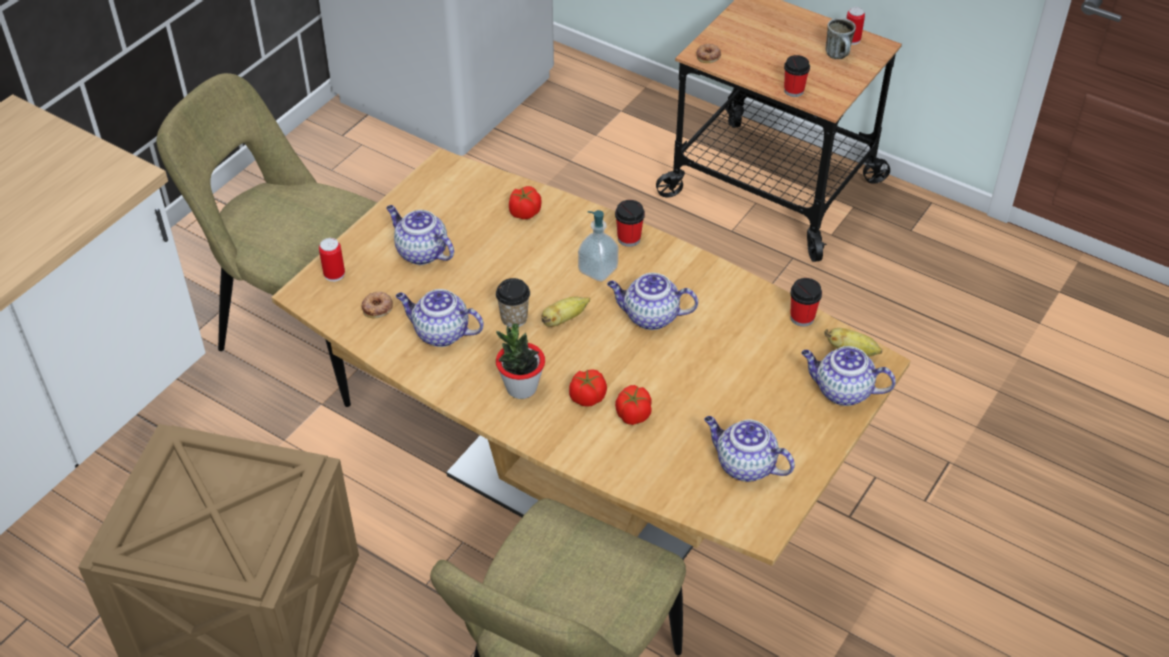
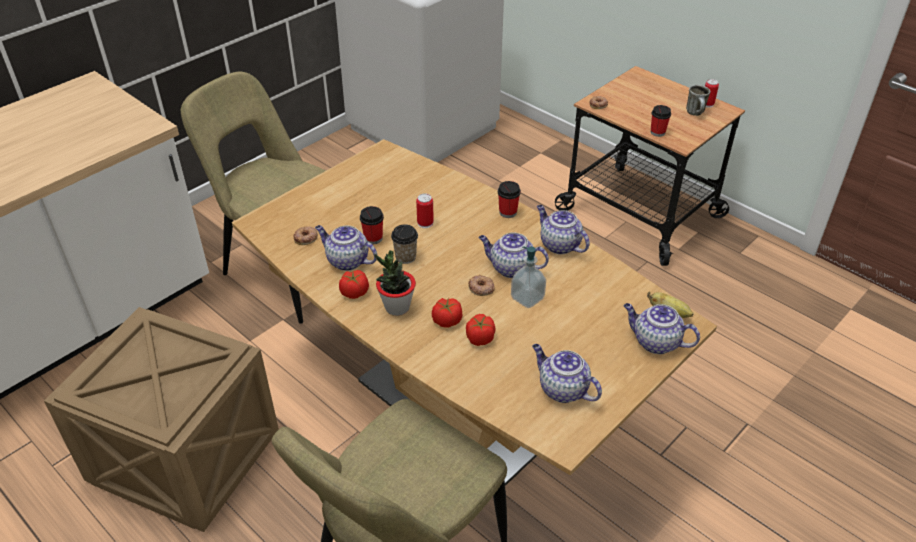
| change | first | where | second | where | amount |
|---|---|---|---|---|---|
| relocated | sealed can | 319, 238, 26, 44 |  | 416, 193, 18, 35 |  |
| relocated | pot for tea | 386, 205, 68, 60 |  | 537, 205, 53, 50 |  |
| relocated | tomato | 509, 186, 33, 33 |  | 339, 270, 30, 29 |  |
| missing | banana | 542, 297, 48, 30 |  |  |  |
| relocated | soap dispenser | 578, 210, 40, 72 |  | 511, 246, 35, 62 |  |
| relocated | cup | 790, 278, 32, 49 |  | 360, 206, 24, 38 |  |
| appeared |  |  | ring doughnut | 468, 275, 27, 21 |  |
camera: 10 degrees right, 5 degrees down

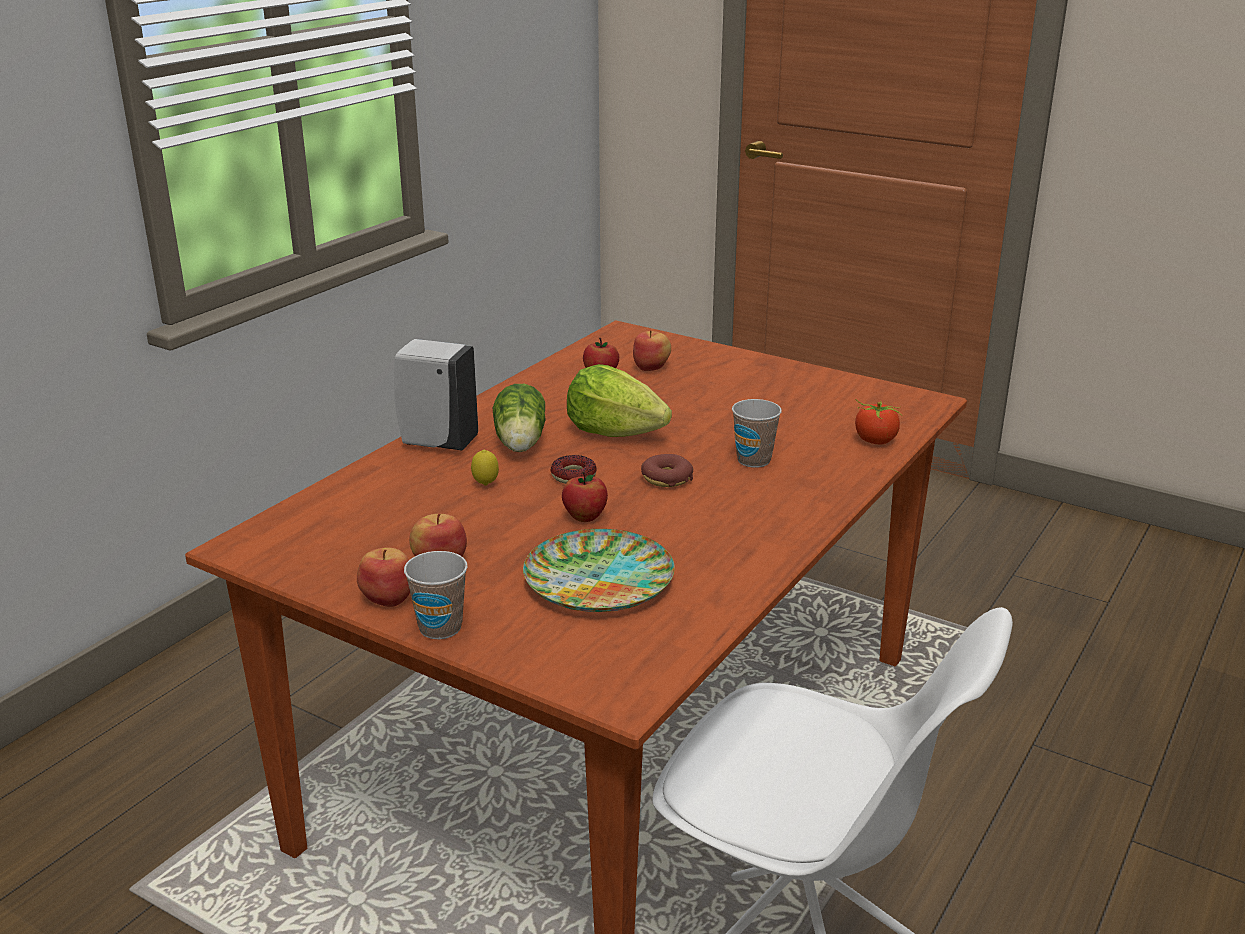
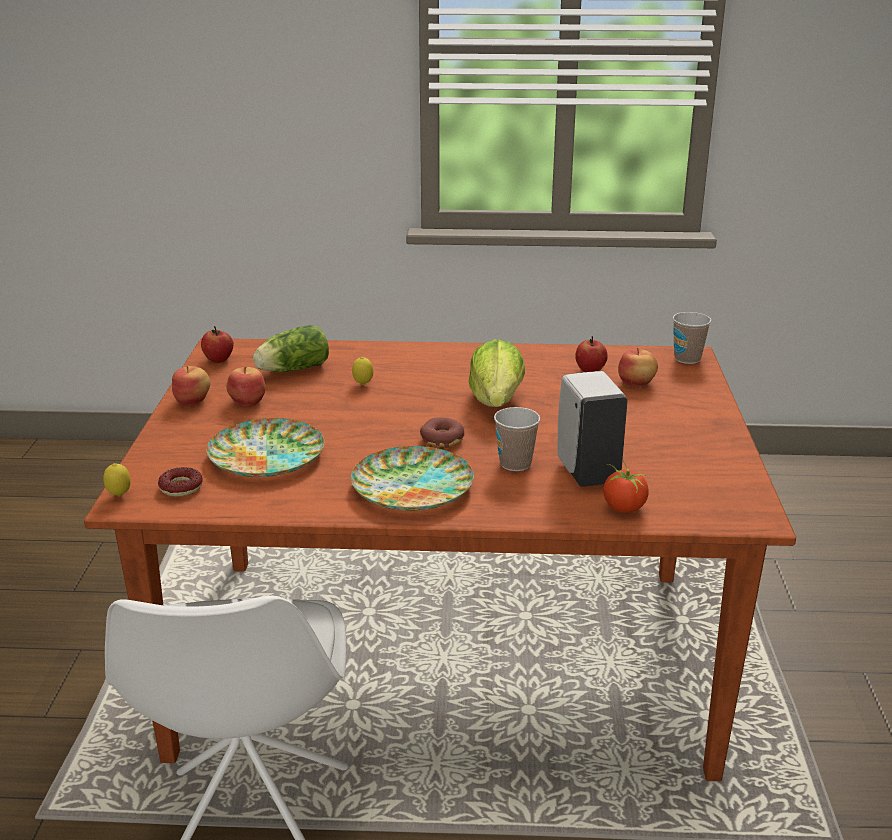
| change | first | where | second | where | amount |
|---|---|---|---|---|---|
| relocated | soap dispenser (whitish) | 394, 339, 84, 112 |  | 558, 371, 70, 116 |  |
| relocated | cup | 404, 551, 64, 88 |  | 673, 312, 38, 52 |  |
| relocated | lettuce head | 493, 384, 53, 68 |  | 253, 325, 76, 47 |  |
| relocated | ring doughnut | 550, 455, 47, 29 |  | 158, 467, 45, 29 |  |
| relocated | apple | 562, 471, 46, 51 |  | 201, 326, 33, 37 |  |
| appeared |  |  | whole lemon | 103, 463, 28, 33 |  |
| appeared |  |  | flat dish | 351, 446, 123, 65 |  |
camera: 60 degrees right, 0 degrees up

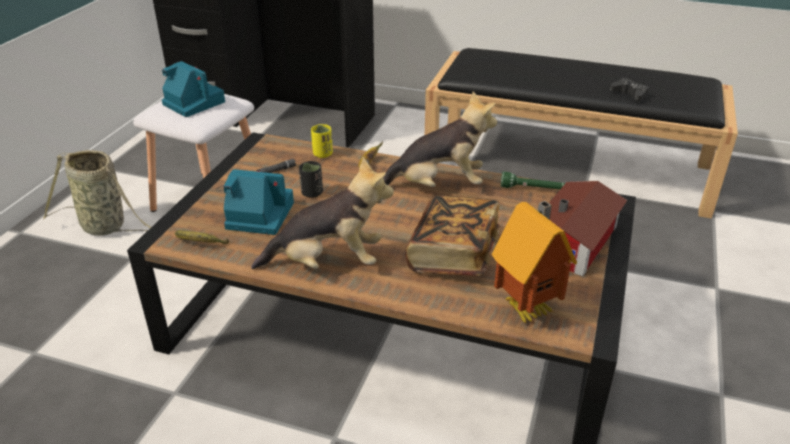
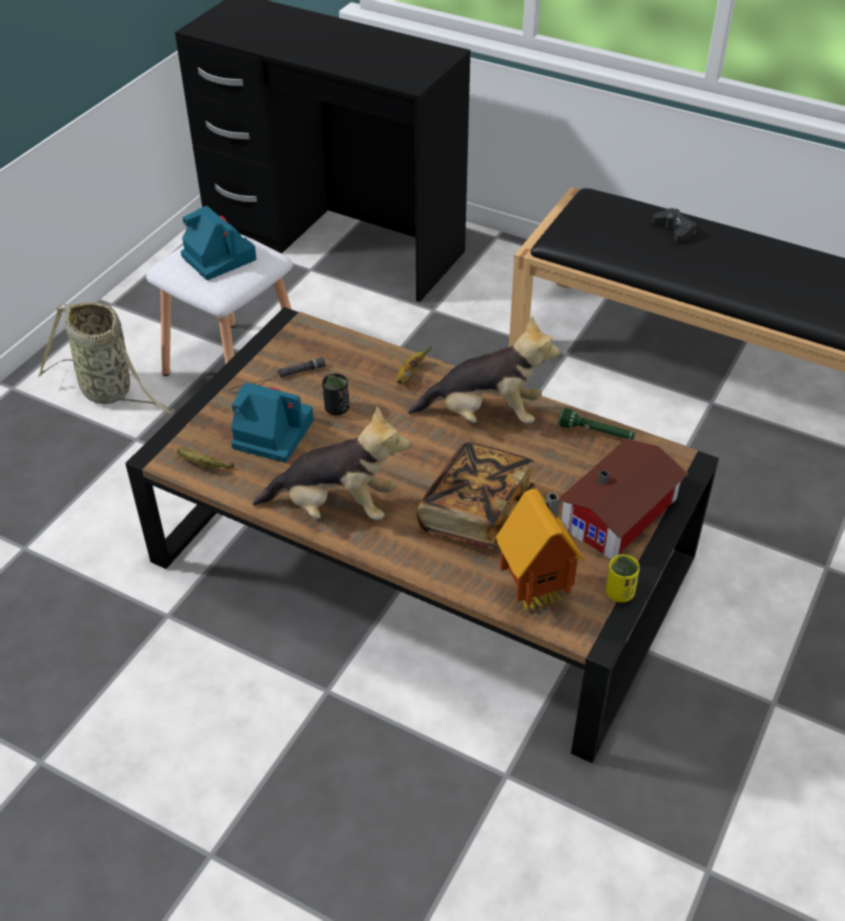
| change | first | where | second | where | amount |
|---|---|---|---|---|---|
| relocated | cup (yellow-coloured) | 311, 124, 22, 34 |  | 606, 554, 34, 48 |  |
| relocated | game controller (black) | 610, 78, 39, 23 |  | 652, 208, 44, 34 |  |
camera: 10 degrees right, 10 degrees up

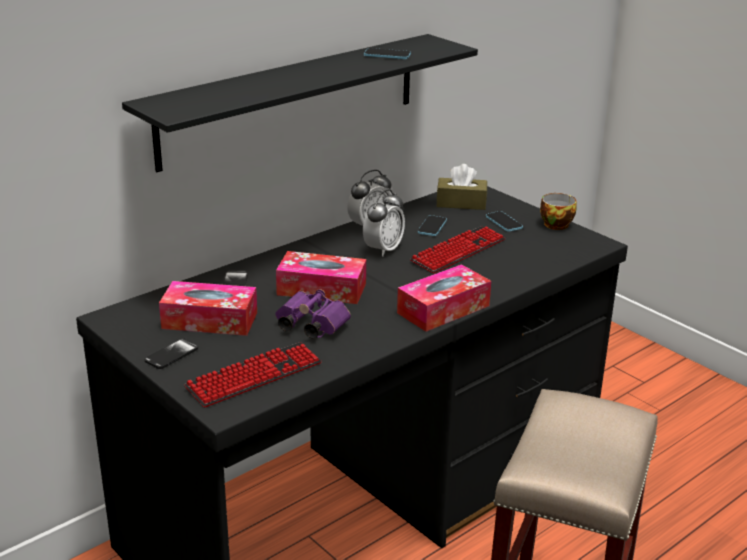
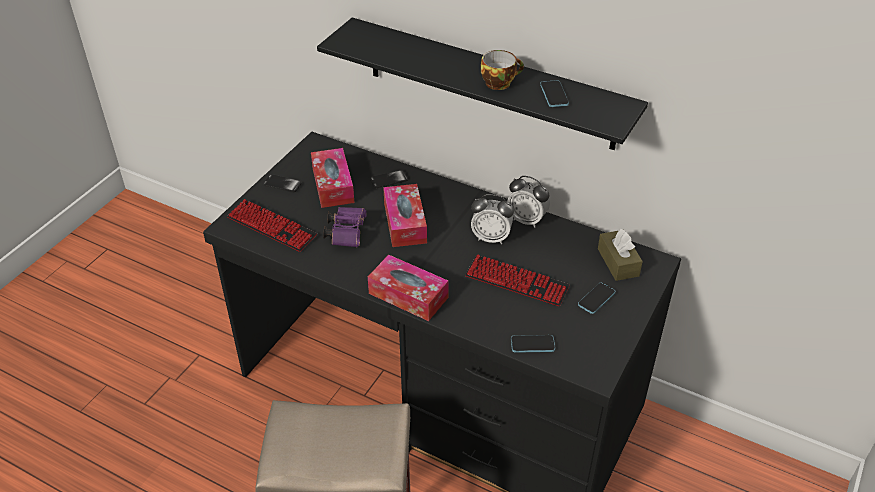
| change | first | where | second | where | amount |
|---|---|---|---|---|---|
| relocated | telephone | 418, 215, 29, 21 |  | 511, 335, 44, 18 |  |
| relocated | cup | 540, 193, 36, 37 |  | 481, 50, 43, 40 |  |
camera: 70 degrees right, 15 degrees up

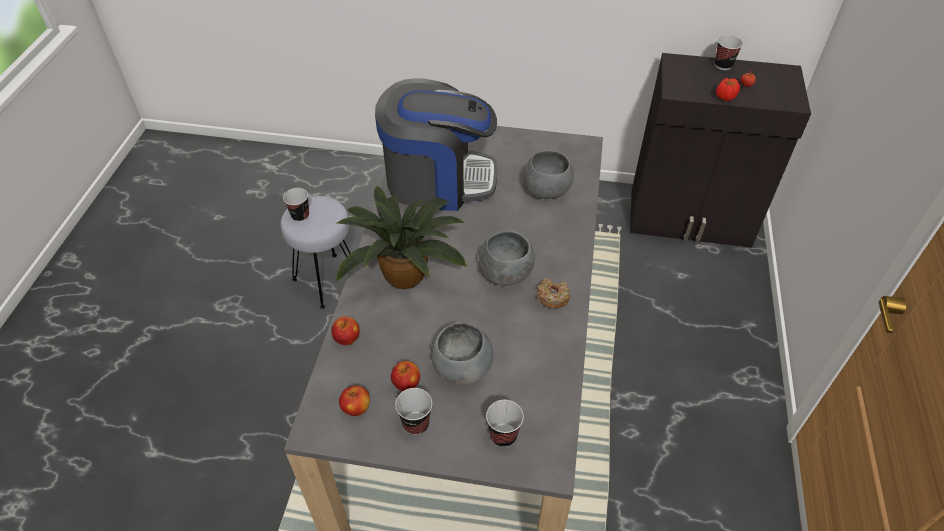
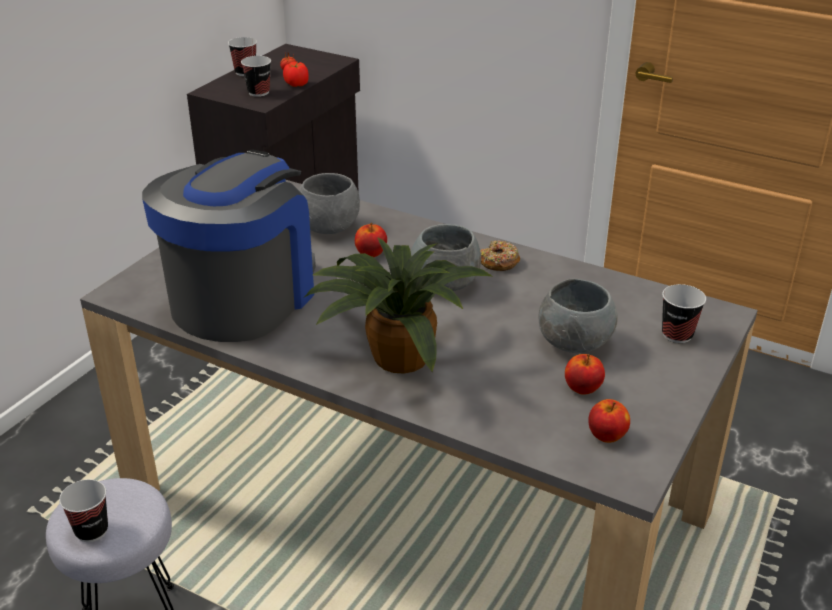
| change | first | where | second | where | amount |
|---|---|---|---|---|---|
| relocated | apple | 331, 316, 29, 29 |  | 355, 223, 32, 34 |  |
| relocated | cup | 395, 388, 37, 47 |  | 241, 56, 30, 41 |  |
camera: 70 degrees left, 15 degrees down

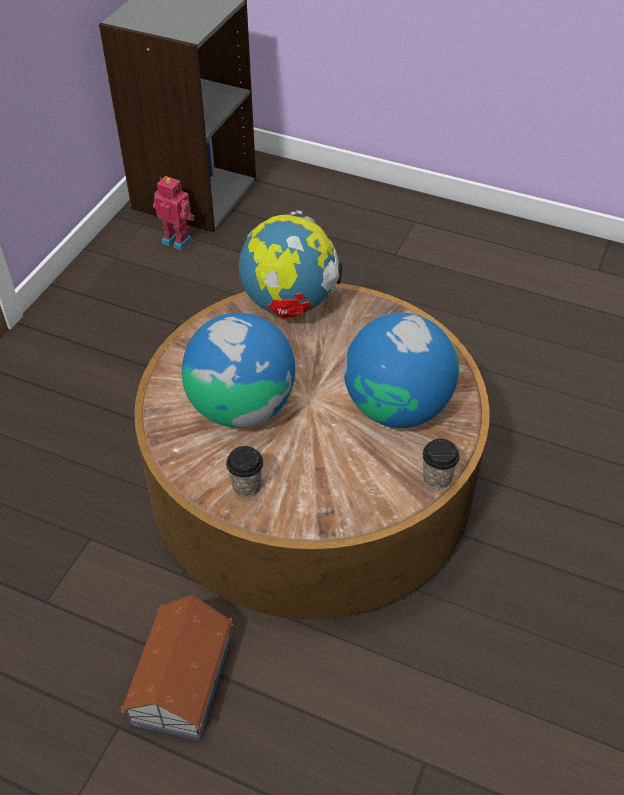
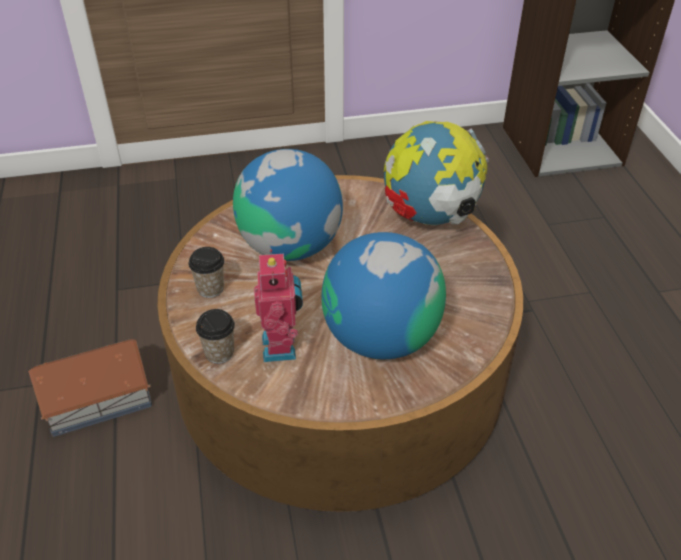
| change | first | where | second | where | amount |
|---|---|---|---|---|---|
| relocated | toy robot | 153, 176, 42, 74 |  | 254, 249, 49, 113 |  |
| relocated | cup | 423, 439, 37, 50 |  | 196, 309, 39, 55 |  |
camera: 55 degrees right, 5 degrees down

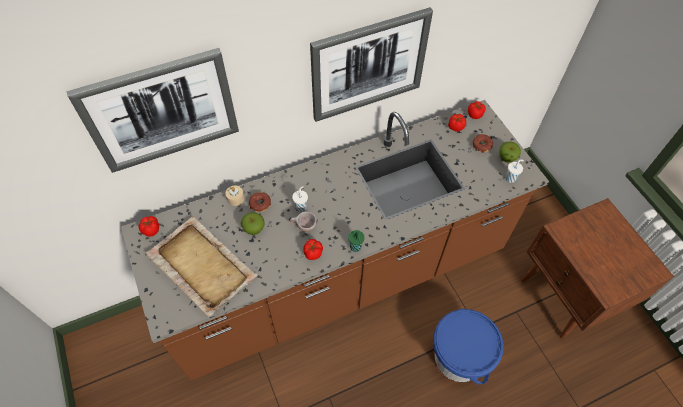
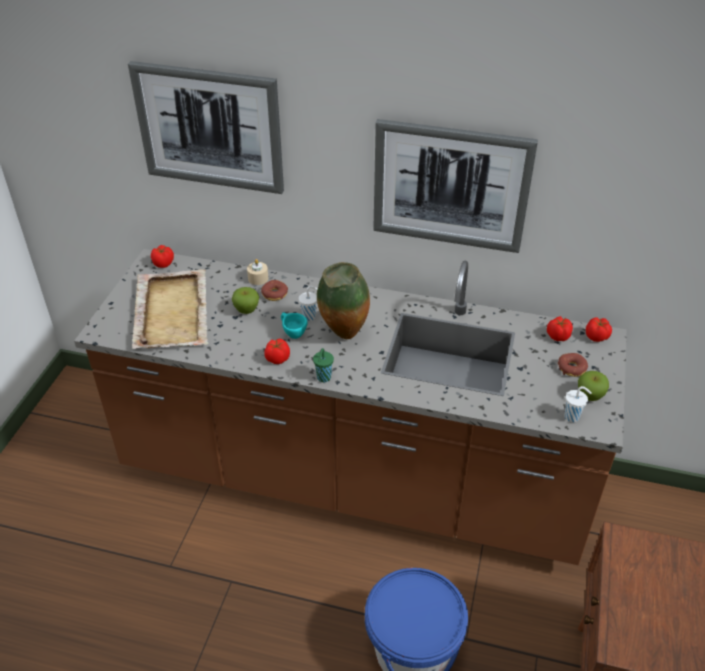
| change | first | where | second | where | amount |
|---|---|---|---|---|---|
| colour | cup (beige-coloured) | 290, 212, 27, 20 | cup (turquoise-coloured) | 281, 313, 27, 26 |  |
| appeared |  |  | vase | 317, 262, 53, 77 |  |
camera: 40 degrees right, 15 degrees down

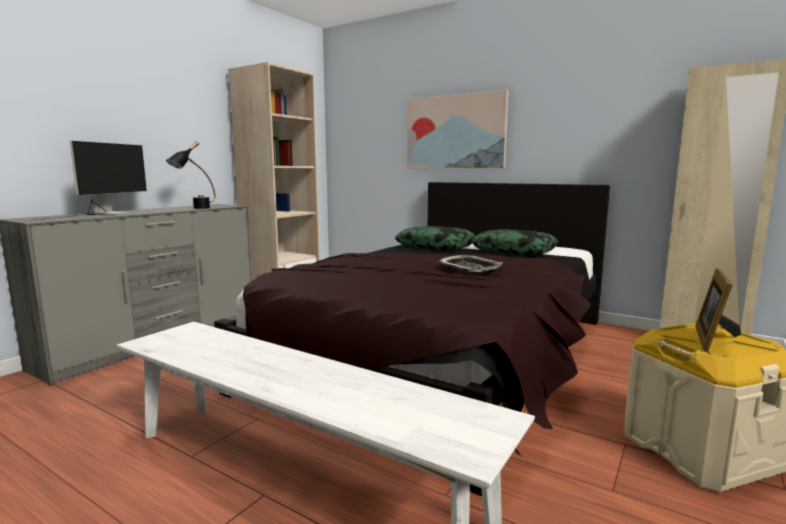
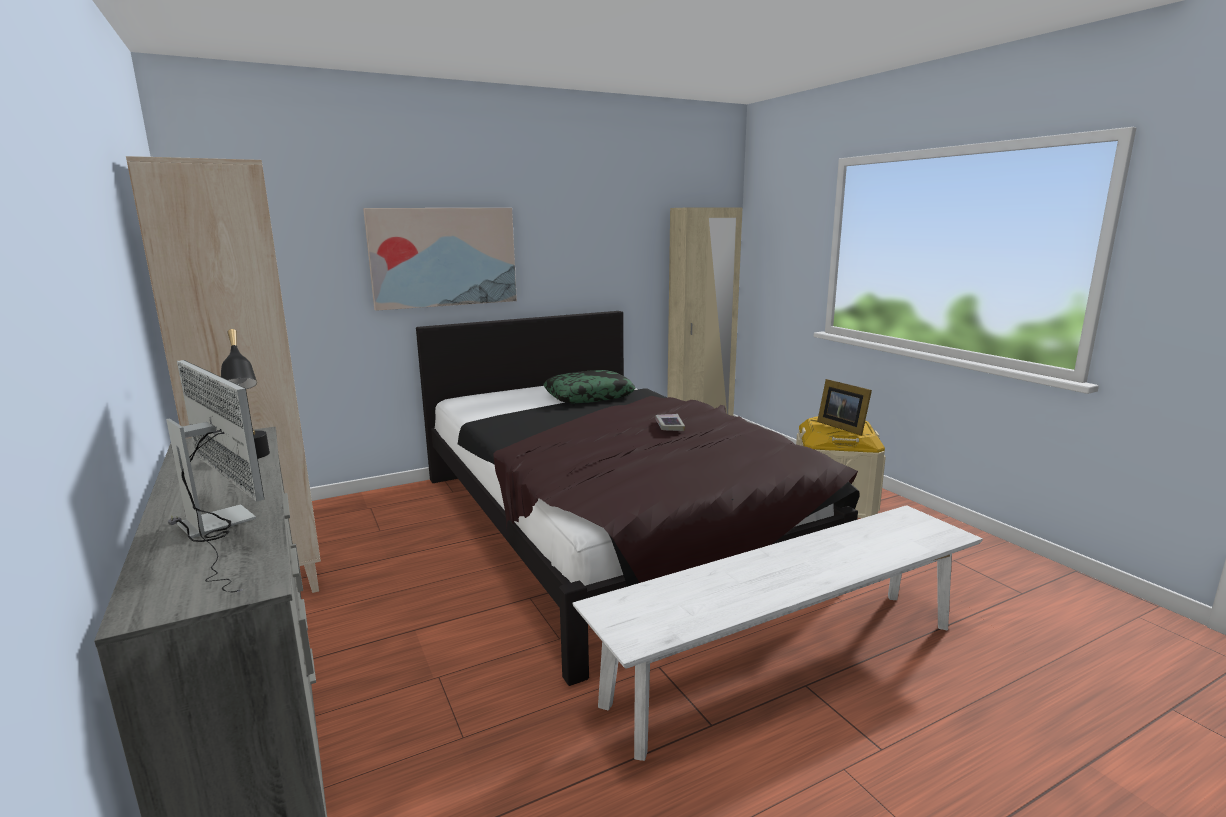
| change | first | where | second | where | amount |
|---|---|---|---|---|---|
| missing | throw pillow | 395, 226, 81, 24 |  |  |  |
| exchanged | carrying tray | 438, 255, 65, 18 | book | 655, 414, 30, 17 |  |
camera: 60 degrees left, 5 degrees up

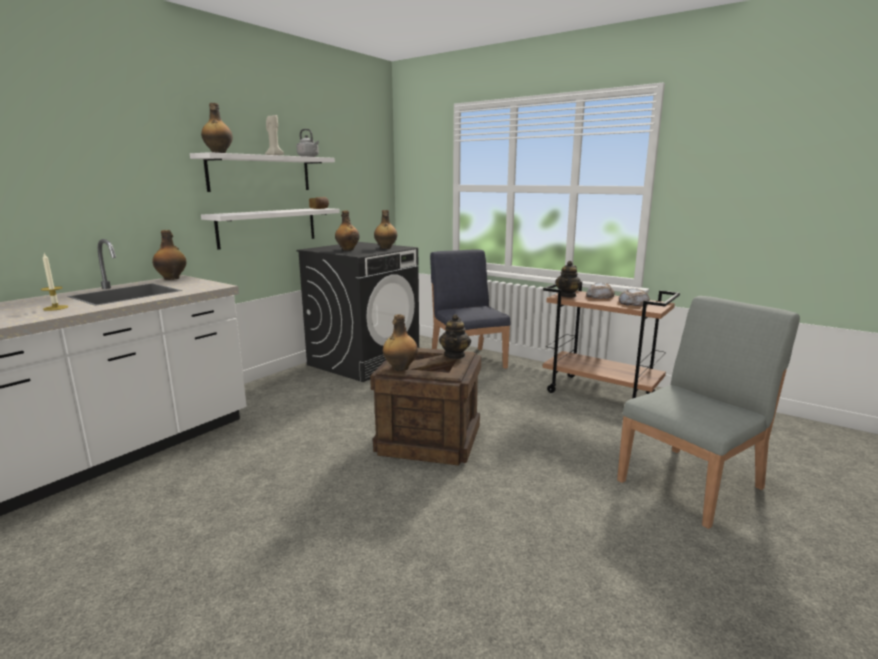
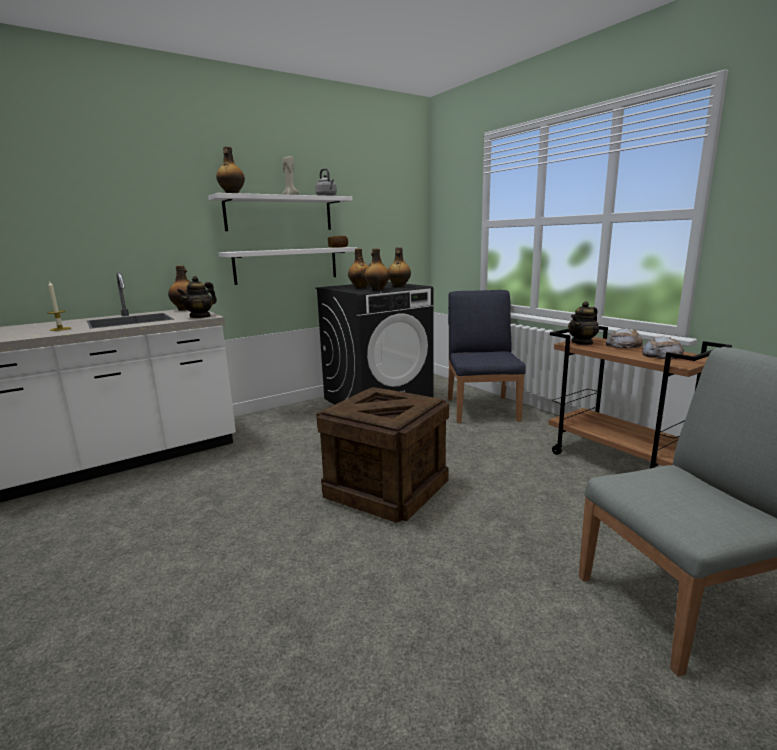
| change | first | where | second | where | amount |
|---|---|---|---|---|---|
| relocated | drink bottle | 383, 314, 35, 57 |  | 365, 249, 25, 41 |  |
| relocated | pot for tea | 439, 314, 32, 45 |  | 177, 276, 40, 42 |  |
camera: 20 degrees right, 0 degrees up

